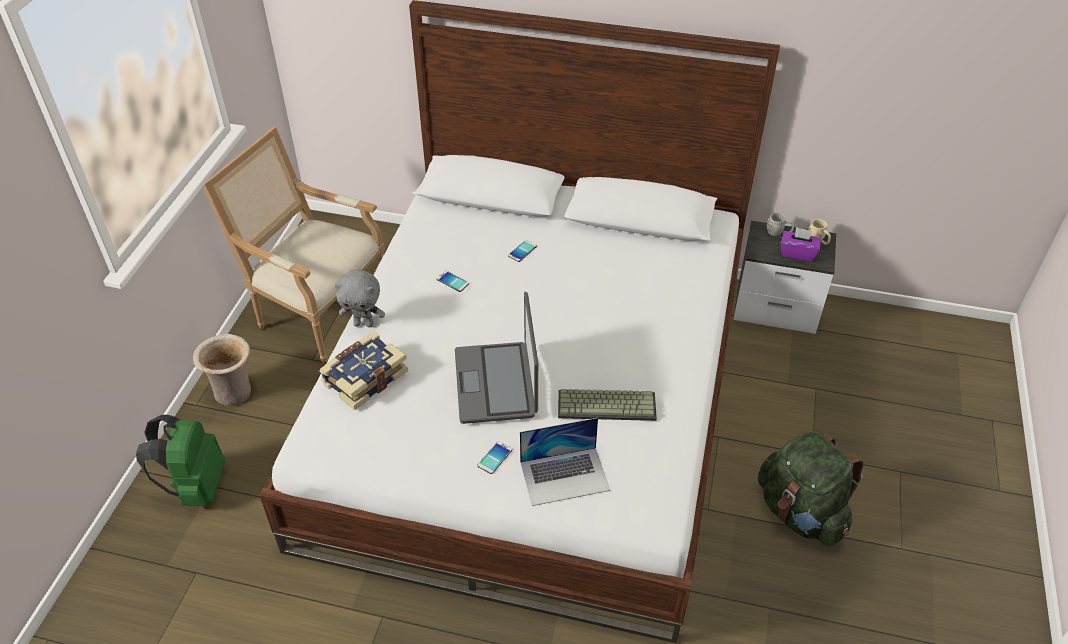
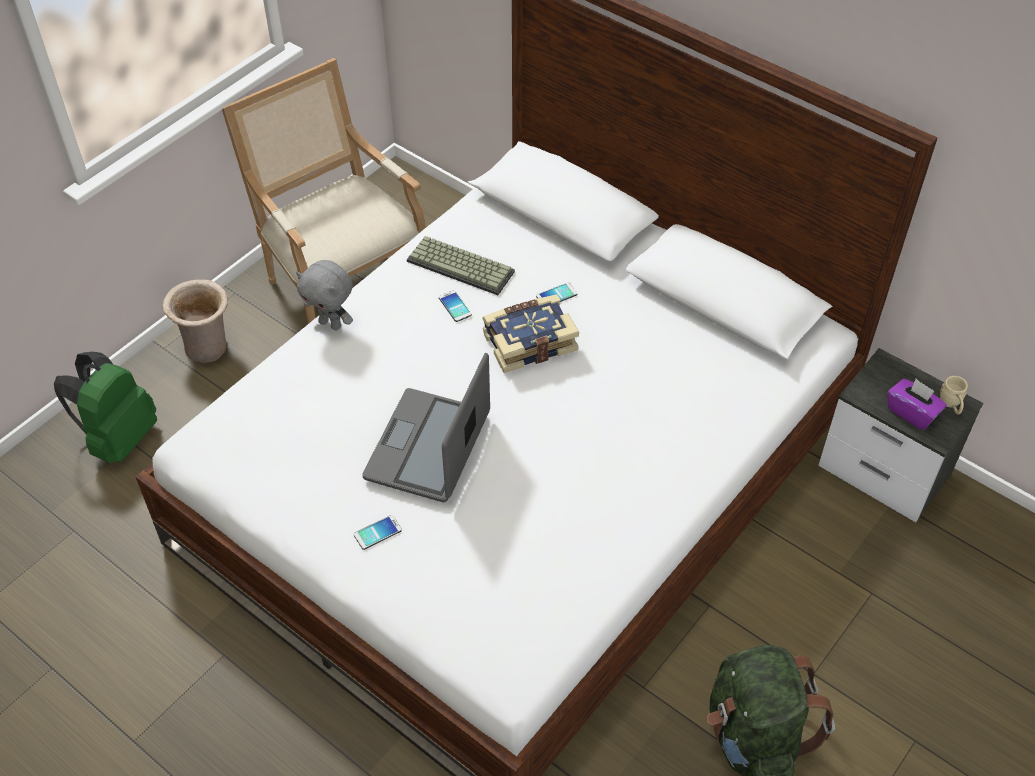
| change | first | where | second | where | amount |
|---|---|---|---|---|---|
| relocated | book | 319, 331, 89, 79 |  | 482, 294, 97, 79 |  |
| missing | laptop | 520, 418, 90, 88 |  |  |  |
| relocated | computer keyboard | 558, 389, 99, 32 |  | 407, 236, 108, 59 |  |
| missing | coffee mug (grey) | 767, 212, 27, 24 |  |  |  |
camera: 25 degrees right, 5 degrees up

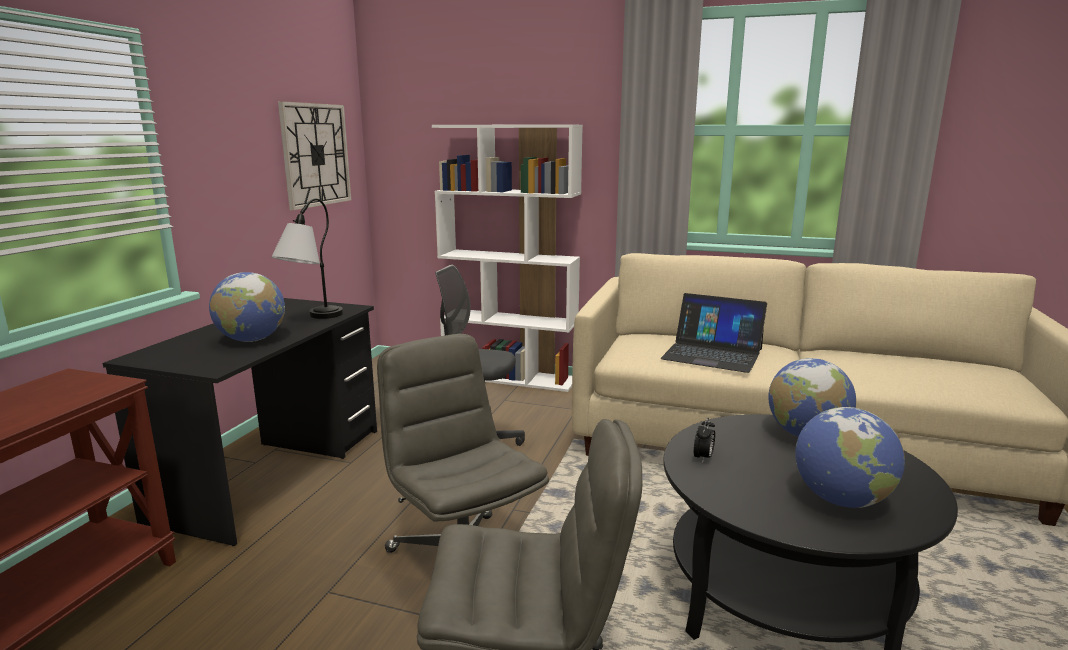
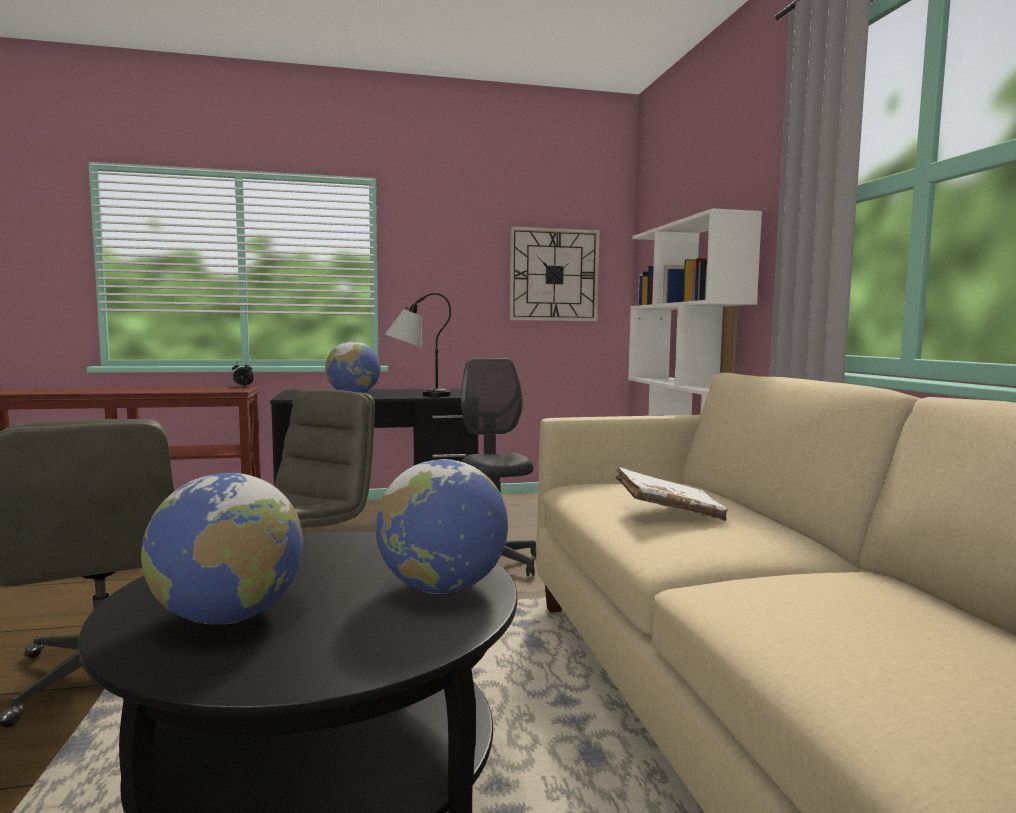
| change | first | where | second | where | amount |
|---|---|---|---|---|---|
| exchanged | laptop | 661, 293, 106, 80 | book (whitish) | 616, 467, 112, 54 |  |
| relocated | table clock | 694, 417, 21, 46 |  | 232, 361, 22, 26 |  |
camera: 60 degrees right, 10 degrees down

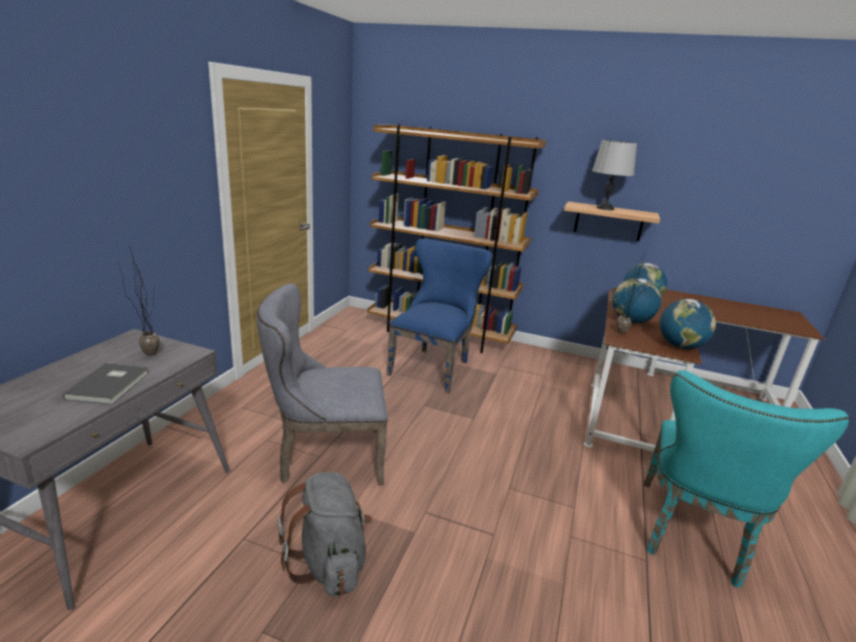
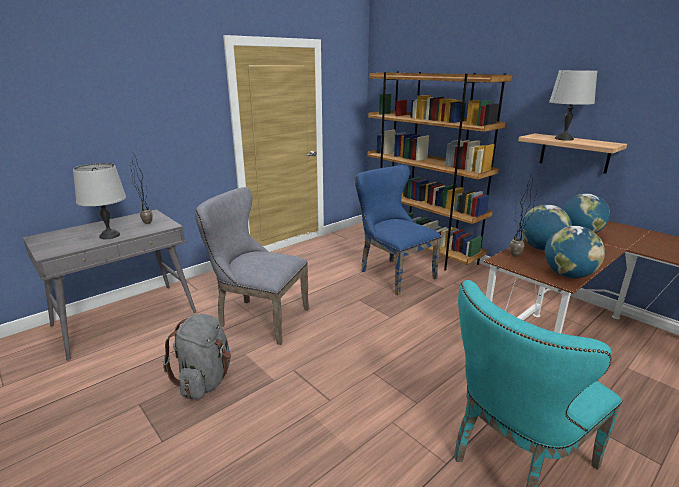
| change | first | where | second | where | amount |
|---|---|---|---|---|---|
| exchanged | book (grey) | 63, 363, 86, 42 | table lamp (grey) | 73, 163, 53, 76 |  |
| spun | chair (blue-coloured) | 387, 239, 106, 154 |  | 355, 165, 86, 131 | 90 degrees counterclockwise |
camera: 30 degrees right, 0 degrees up

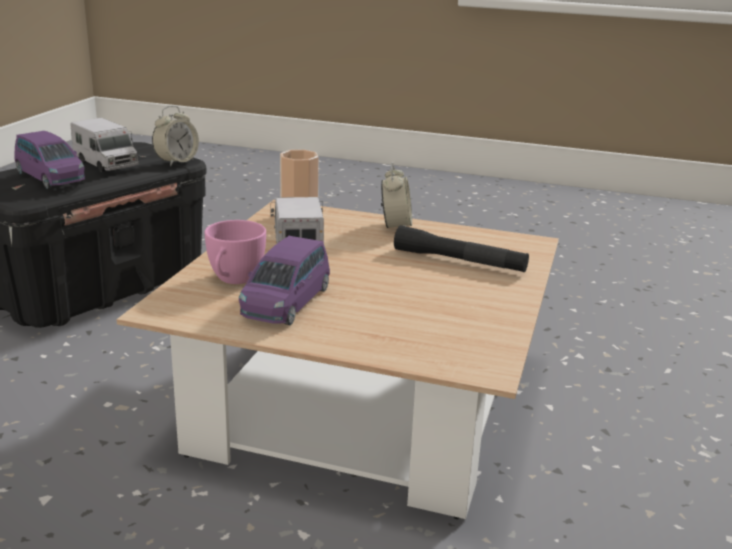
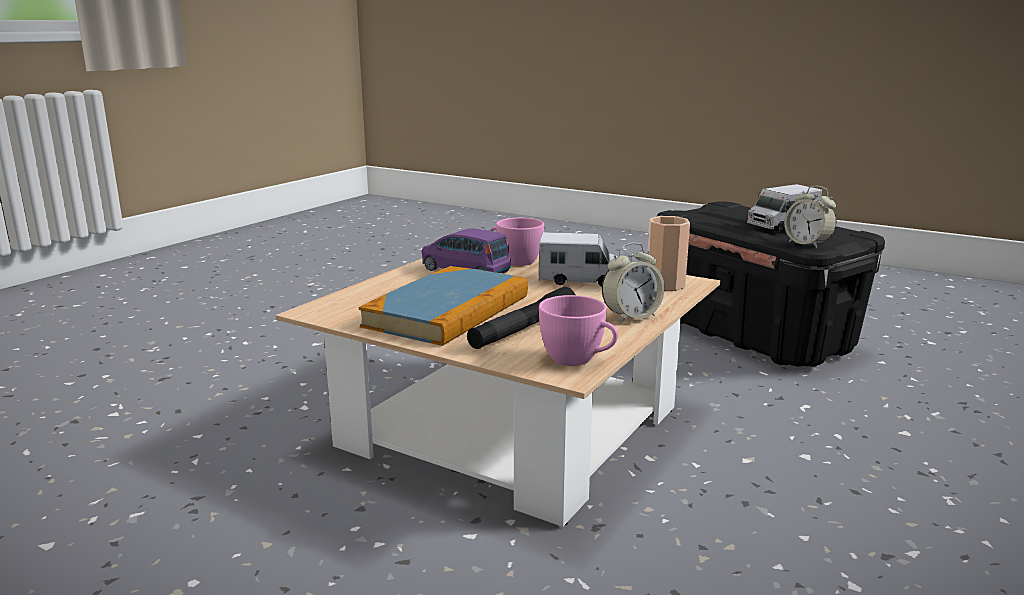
| change | first | where | second | where | amount |
|---|---|---|---|---|---|
| missing | miniature car (purplish) | 14, 131, 71, 58 |  |  |  |
| spun | table clock | 381, 162, 31, 66 |  | 602, 242, 63, 81 | 45 degrees counterclockwise |
| appeared |  |  | book | 359, 266, 169, 80 |  |
| appeared |  |  | cup (pinkish) | 539, 295, 79, 71 |  |
camera: 105 degrees right, 5 degrees down

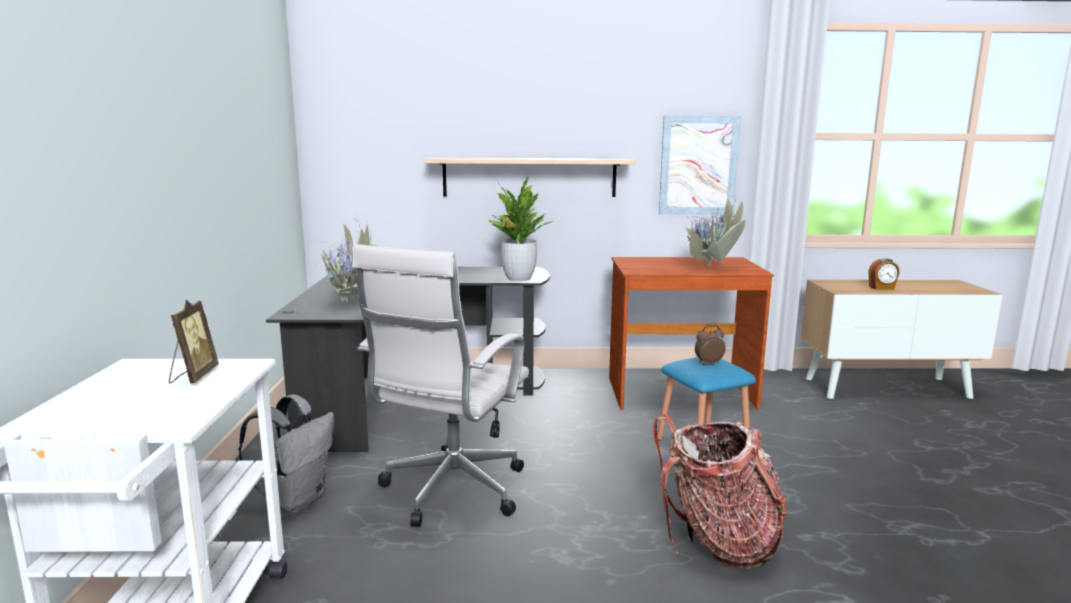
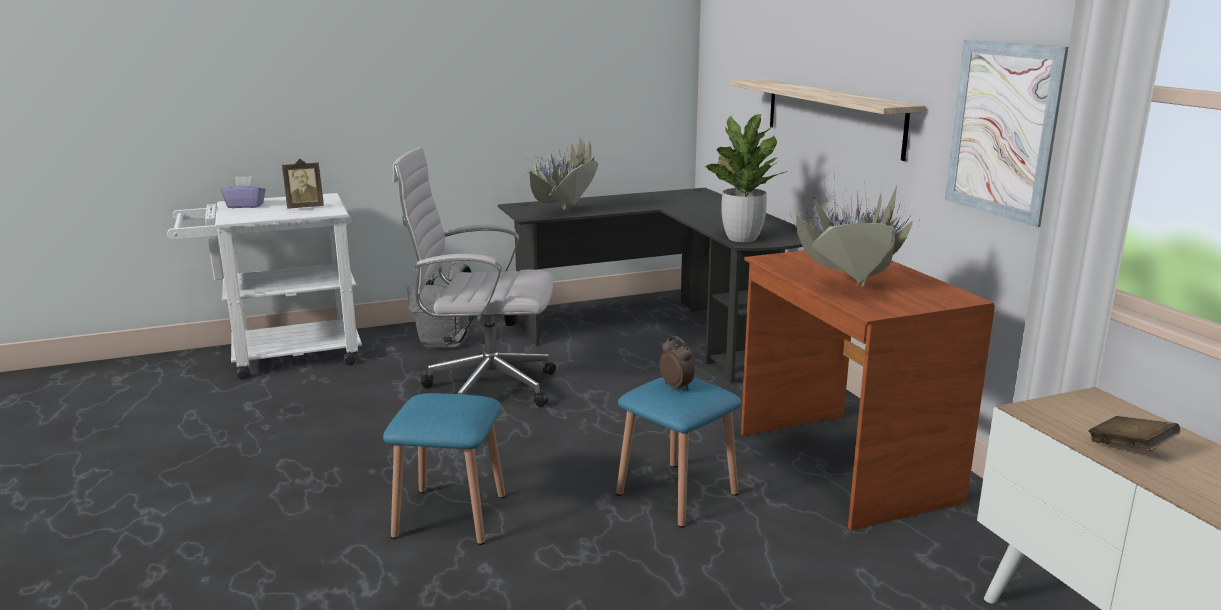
| change | first | where | second | where | amount |
|---|---|---|---|---|---|
| exchanged | knapsack | 653, 414, 134, 155 | sitting stool (blue-coloured) | 383, 393, 122, 152 |  |
| exchanged | table clock | 868, 258, 31, 32 | book (brownish) | 1088, 416, 92, 35 |  |
| appeared |  |  | tissue holder (purplish) | 220, 176, 46, 32 |  |
camera: 70 degrees right, 5 degrees up

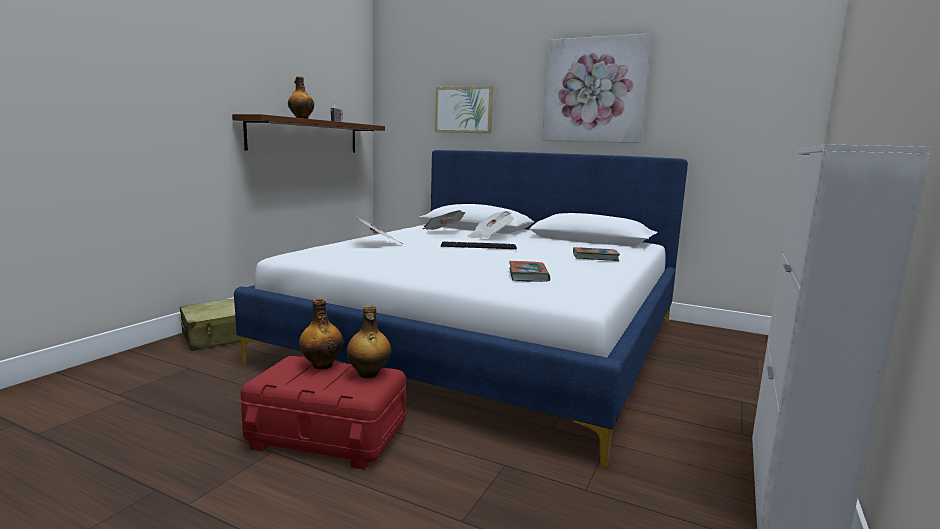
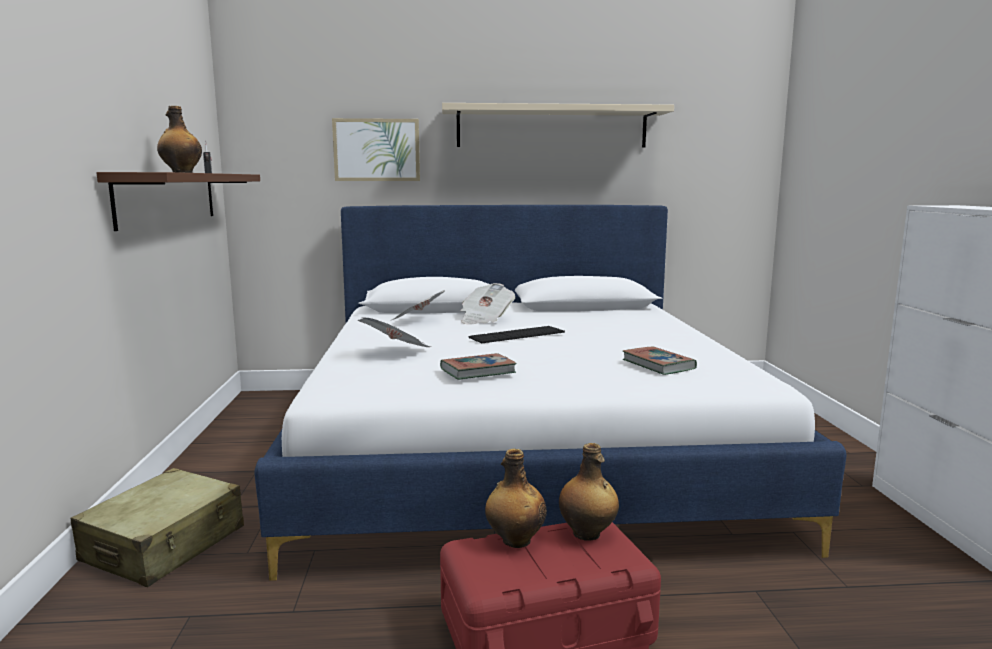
| change | first | where | second | where | amount |
|---|---|---|---|---|---|
| exchanged | picture | 542, 34, 109, 109 | shelf (beige-coloured) | 442, 103, 232, 45 |  |
| relocated | book | 573, 247, 47, 14 |  | 440, 353, 77, 27 |  |
camera: 30 degrees left, 0 degrees up

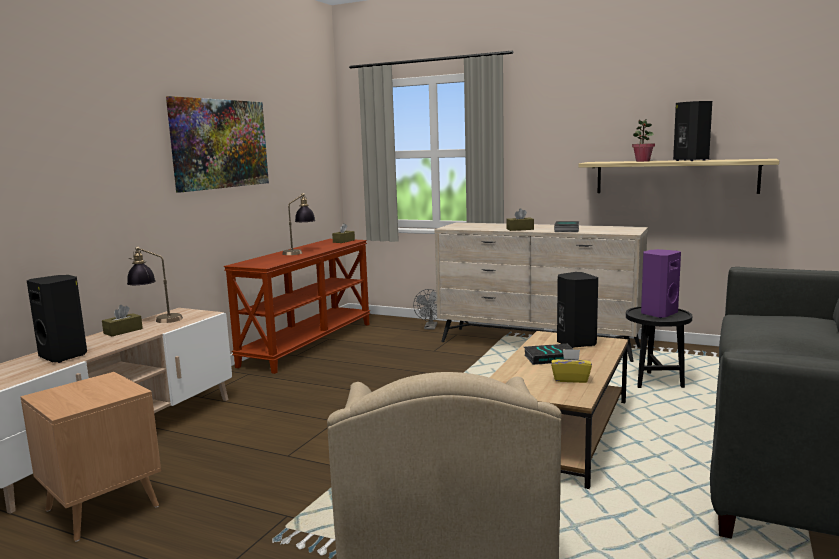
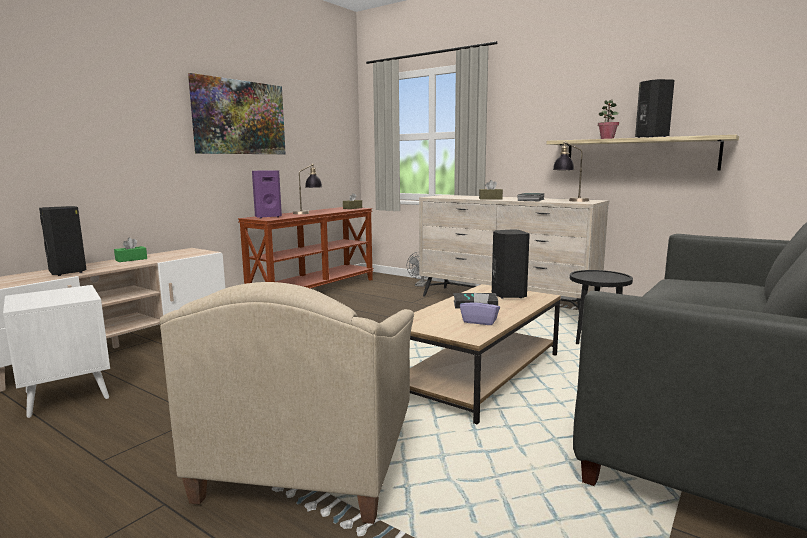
| change | first | where | second | where | amount |
|---|---|---|---|---|---|
| colour | accent table (brownish) | 20, 372, 141, 170 | accent table (whitish) | 3, 285, 107, 133 |  |
| colour | tissue holder (brownish) | 102, 305, 41, 31 | tissue holder (green) | 114, 238, 33, 24 |  |
| relocated | table lamp | 127, 246, 56, 77 |  | 553, 141, 36, 61 |  |
| colour | tissue holder (yellow-coloured) | 551, 349, 41, 34 | tissue holder (purplish) | 460, 293, 40, 32 |  |
| relocated | audio speaker (purplish) | 641, 249, 40, 69 |  | 252, 170, 30, 48 |  |
camera: 10 degrees right, 0 degrees up

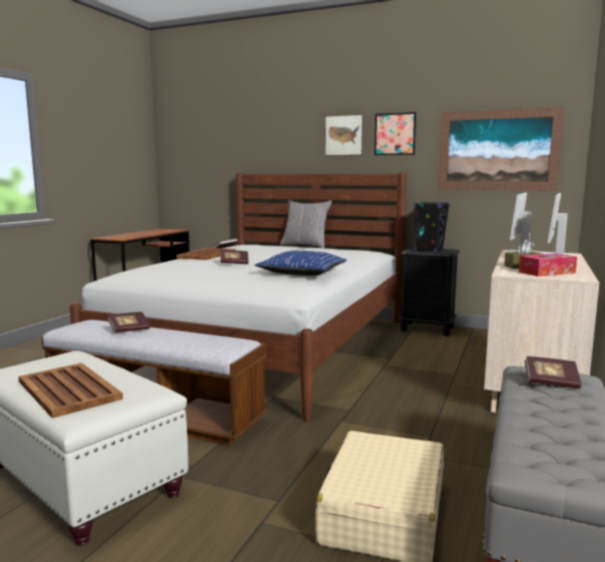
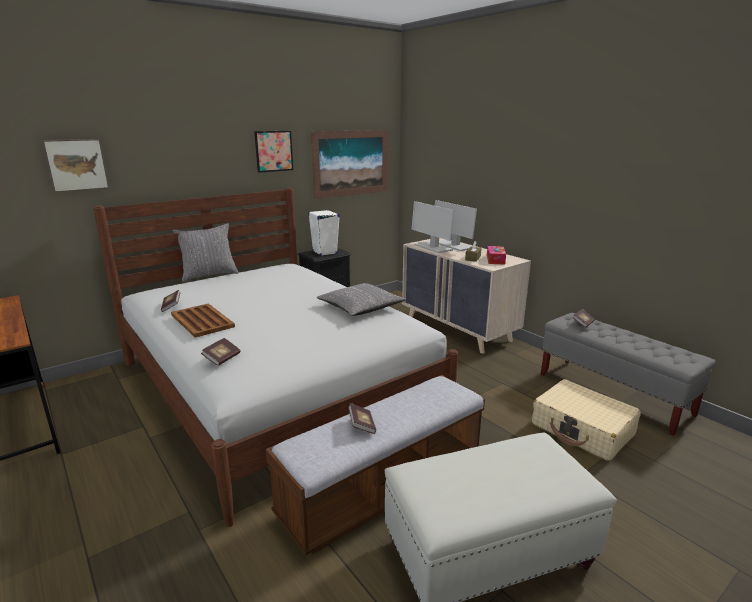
| change | first | where | second | where | amount |
|---|---|---|---|---|---|
| missing | carrying tray (brownish) | 19, 363, 104, 55 |  |  |  |
| relocated | book | 220, 250, 29, 14 |  | 201, 338, 39, 28 |  |
| colour | throw pillow (blue-coloured) | 255, 251, 92, 25 | throw pillow (grey) | 317, 283, 89, 33 |  |
| relocated | picture | 325, 114, 39, 42 |  | 42, 139, 67, 53 |  |
| colour | audio speaker (black) | 414, 201, 36, 51 | audio speaker (whitish) | 308, 210, 32, 46 |  |
camera: 60 degrees left, 10 degrees up

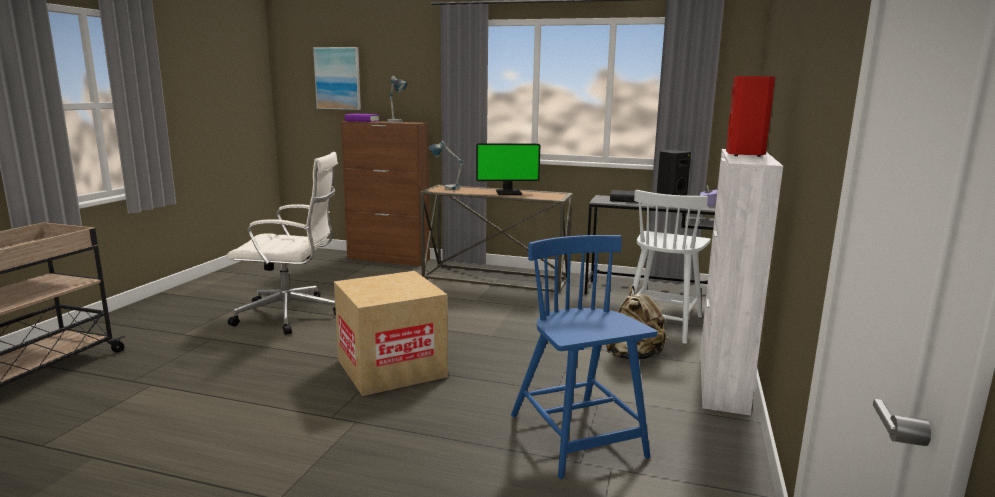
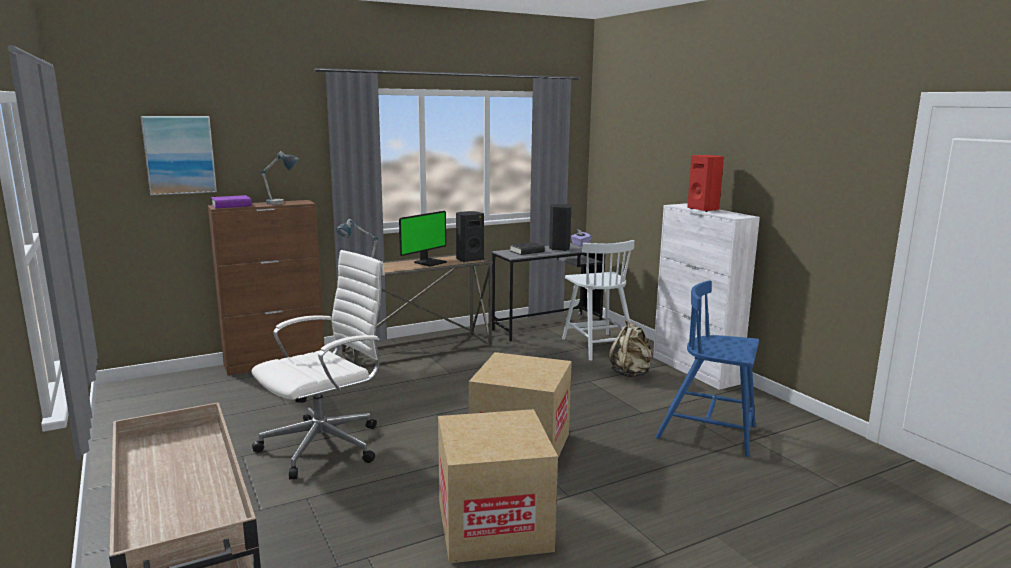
| change | first | where | second | where | amount |
|---|---|---|---|---|---|
| appeared |  |  | cardboard box | 438, 409, 120, 154 |  |
| appeared |  |  | audio speaker (black) | 456, 211, 28, 51 |  |
camera: 45 degrees left, 0 degrees up

